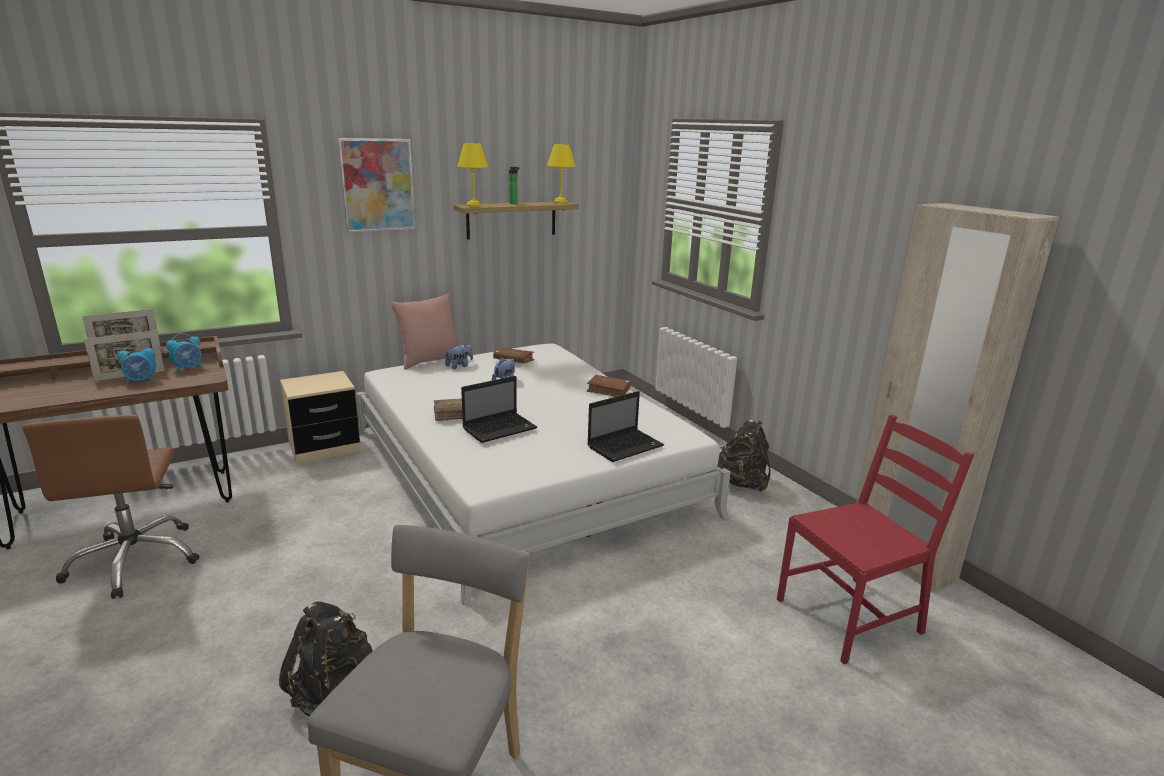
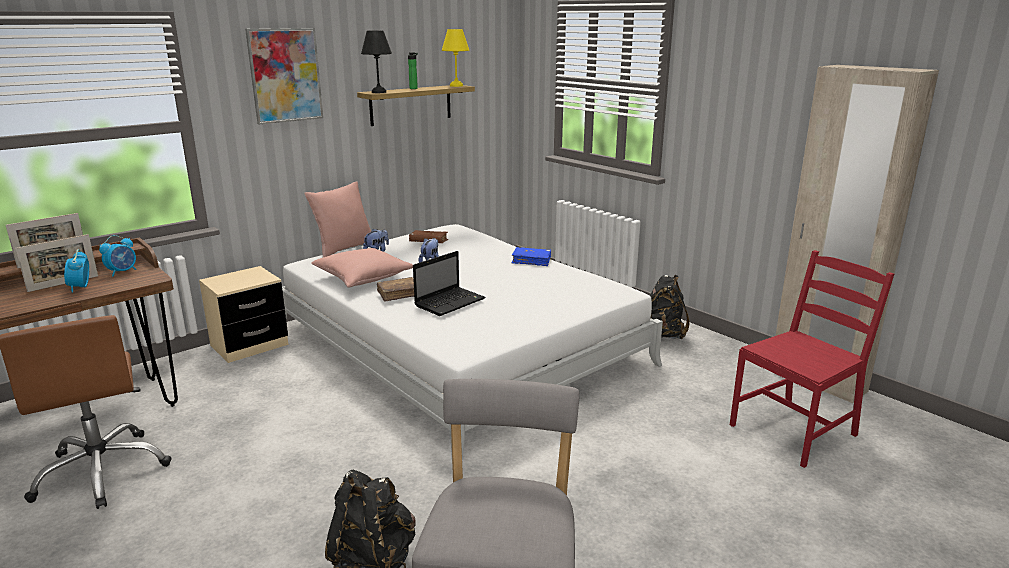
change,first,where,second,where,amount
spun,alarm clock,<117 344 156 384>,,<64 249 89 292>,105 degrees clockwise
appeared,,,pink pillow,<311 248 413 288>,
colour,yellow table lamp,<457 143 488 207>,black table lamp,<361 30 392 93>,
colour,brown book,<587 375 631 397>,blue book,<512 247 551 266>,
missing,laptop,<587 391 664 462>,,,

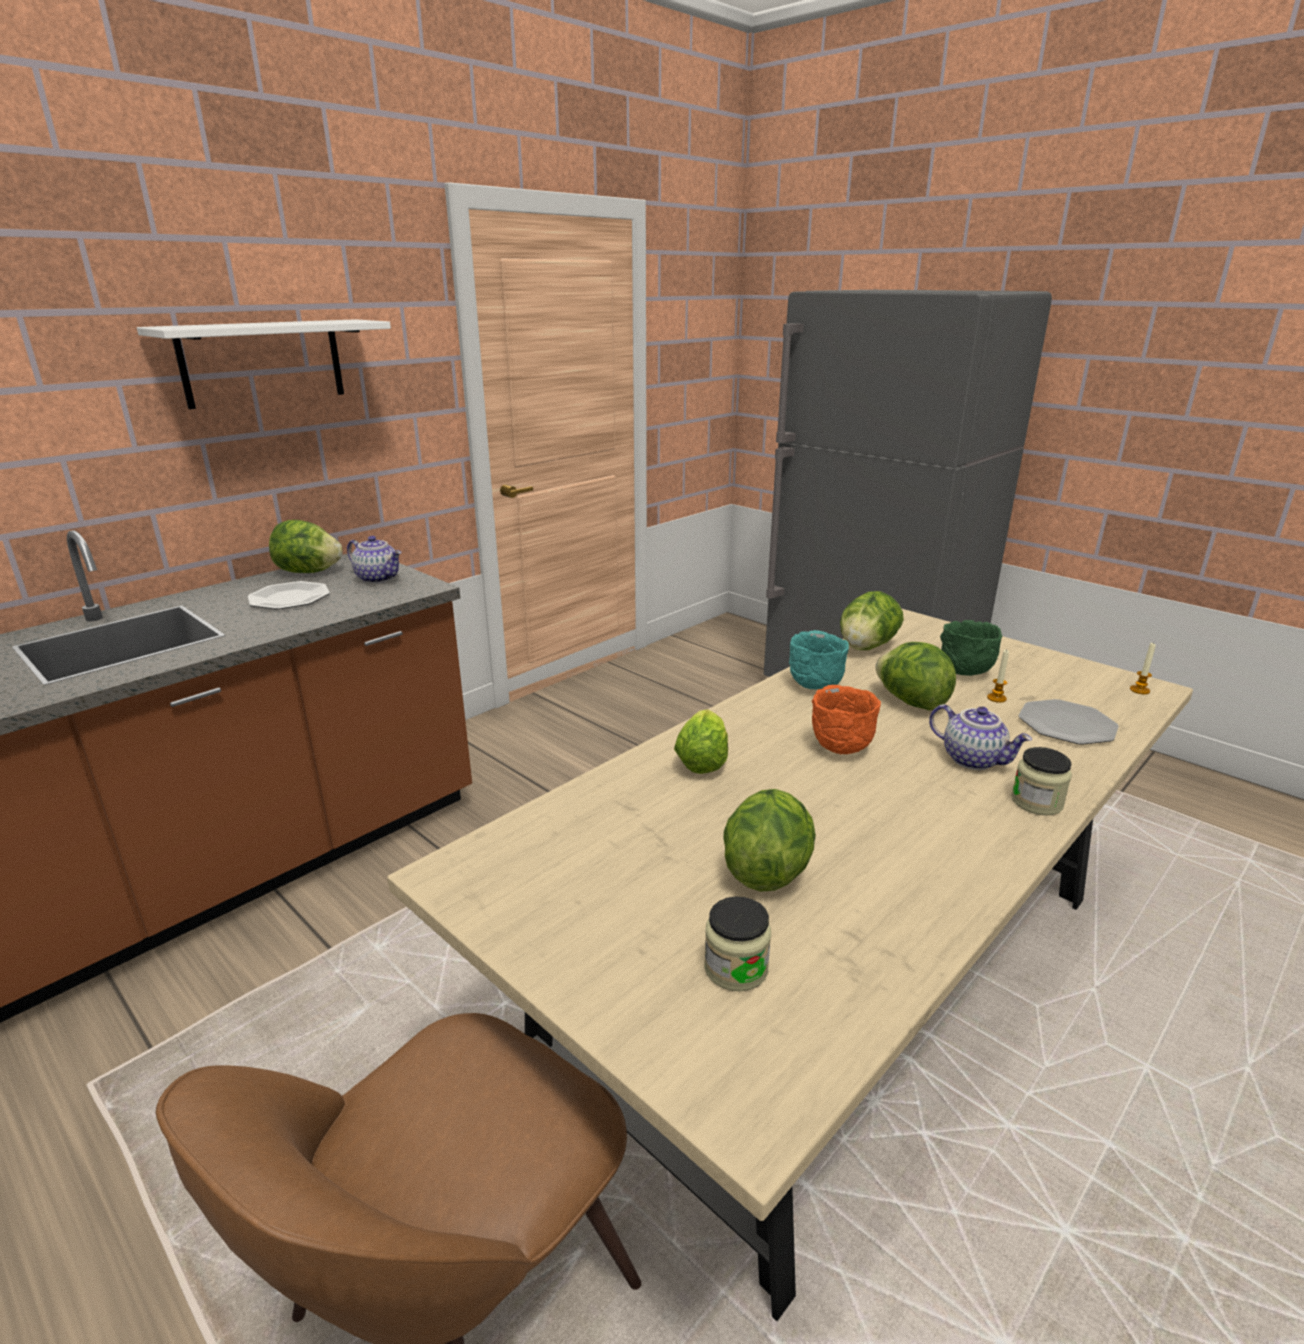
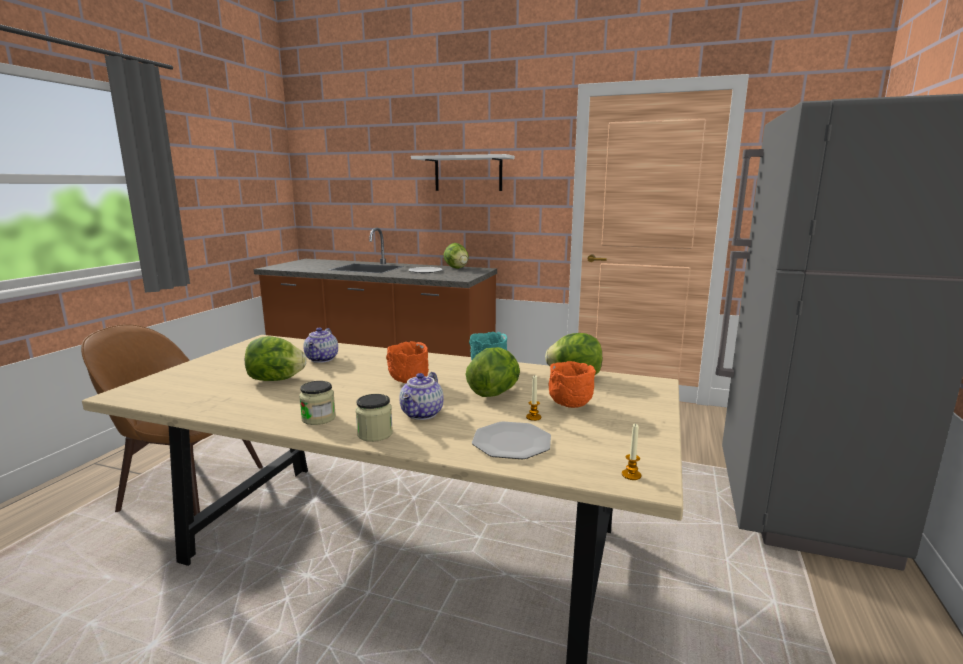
change,first,where,second,where,amount
relocated,jar,<704 896 771 992>,,<299 381 336 425>,
relocated,teapot,<347 536 402 584>,,<304 327 338 363>,
colour,green bowl,<940 620 1002 676>,orange bowl,<548 361 596 408>,
missing,lettuce,<674 709 728 774>,,,

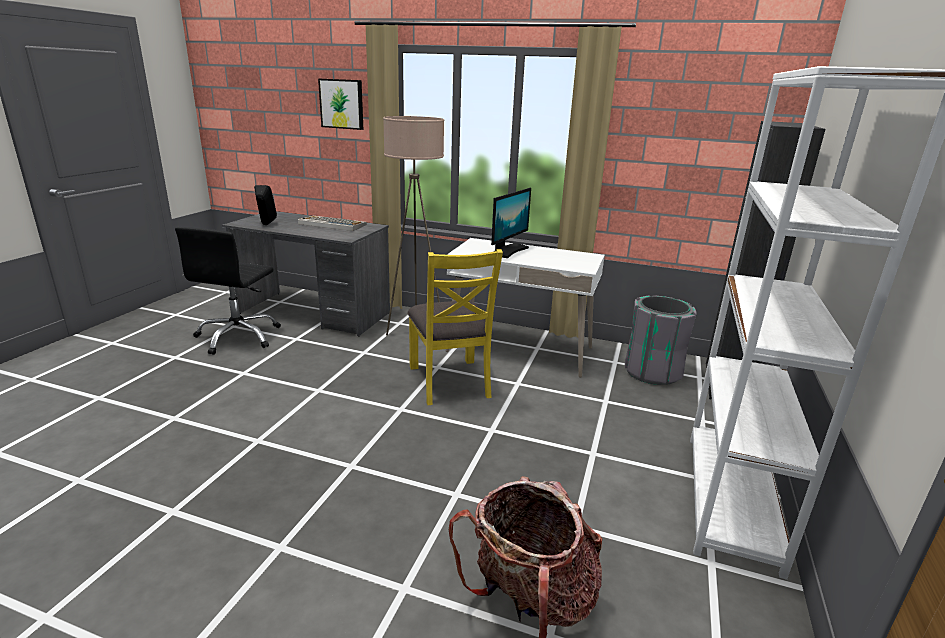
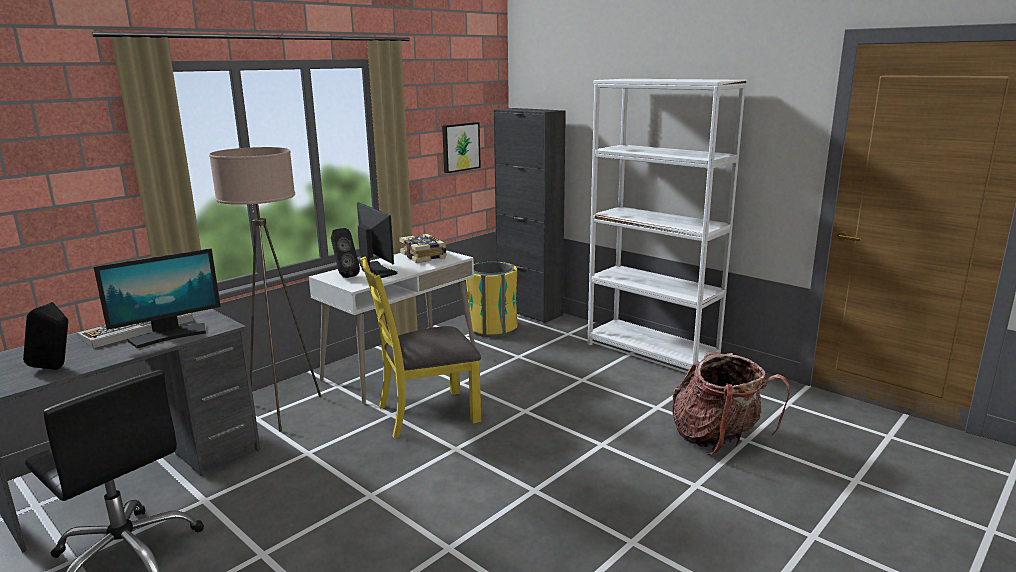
change,first,where,second,where,amount
appeared,,,monitor,<94 248 221 348>,
appeared,,,black speaker,<331 228 360 278>,
spun,yellow chair,<408 249 503 405>,,<360 257 481 438>,150 degrees clockwise
appeared,,,book,<399 234 447 263>,
relocated,picture,<318 79 363 130>,,<442 122 481 173>,
colour,grey trash can,<625 295 696 385>,yellow trash can,<466 262 518 337>,

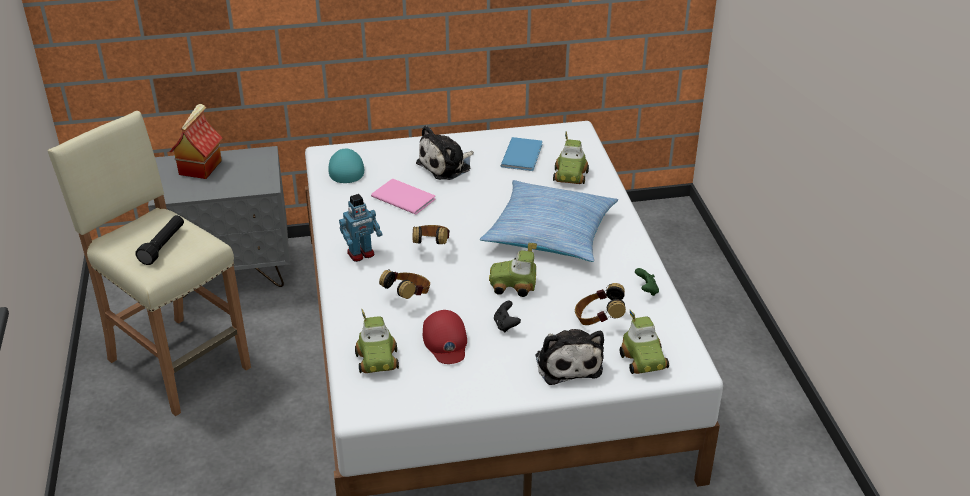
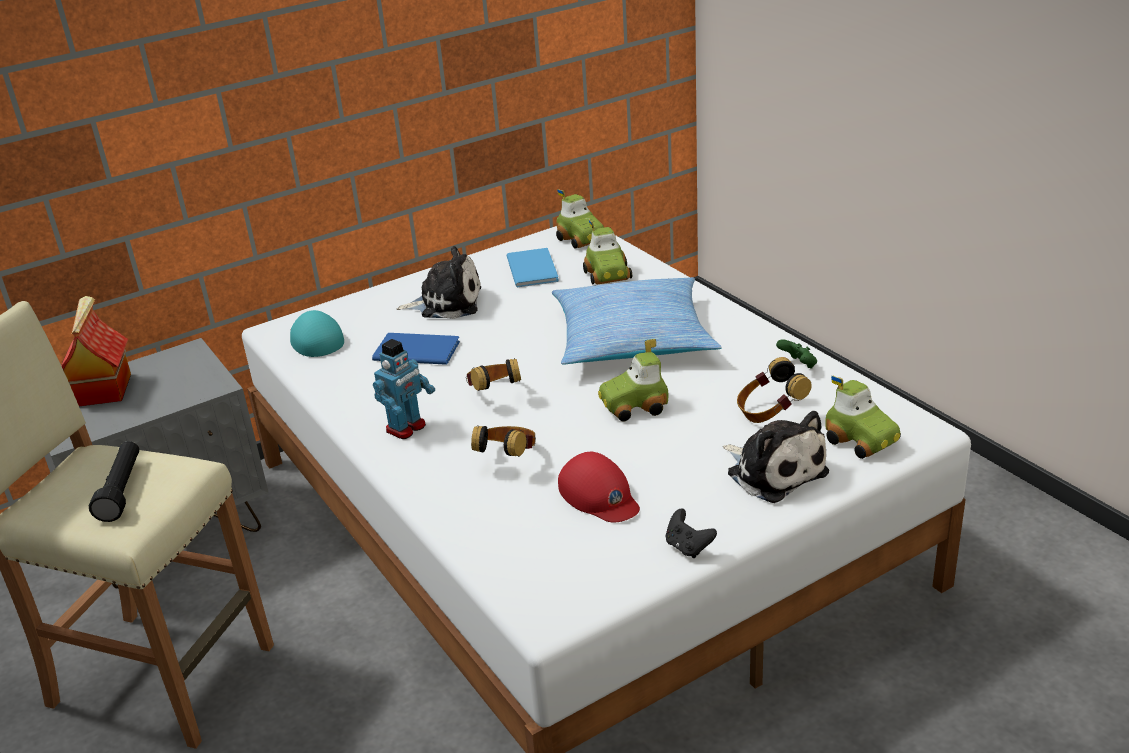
change,first,where,second,where,amount
colour,pink book,<371 179 435 215>,blue book,<372 333 460 365>,
spun,plush toy,<416 126 474 180>,,<396 246 481 319>,120 degrees counterclockwise
relocated,toy car,<355 309 399 373>,,<556 189 604 249>,
relocated,black game controller,<494 301 521 333>,,<666 509 717 558>,

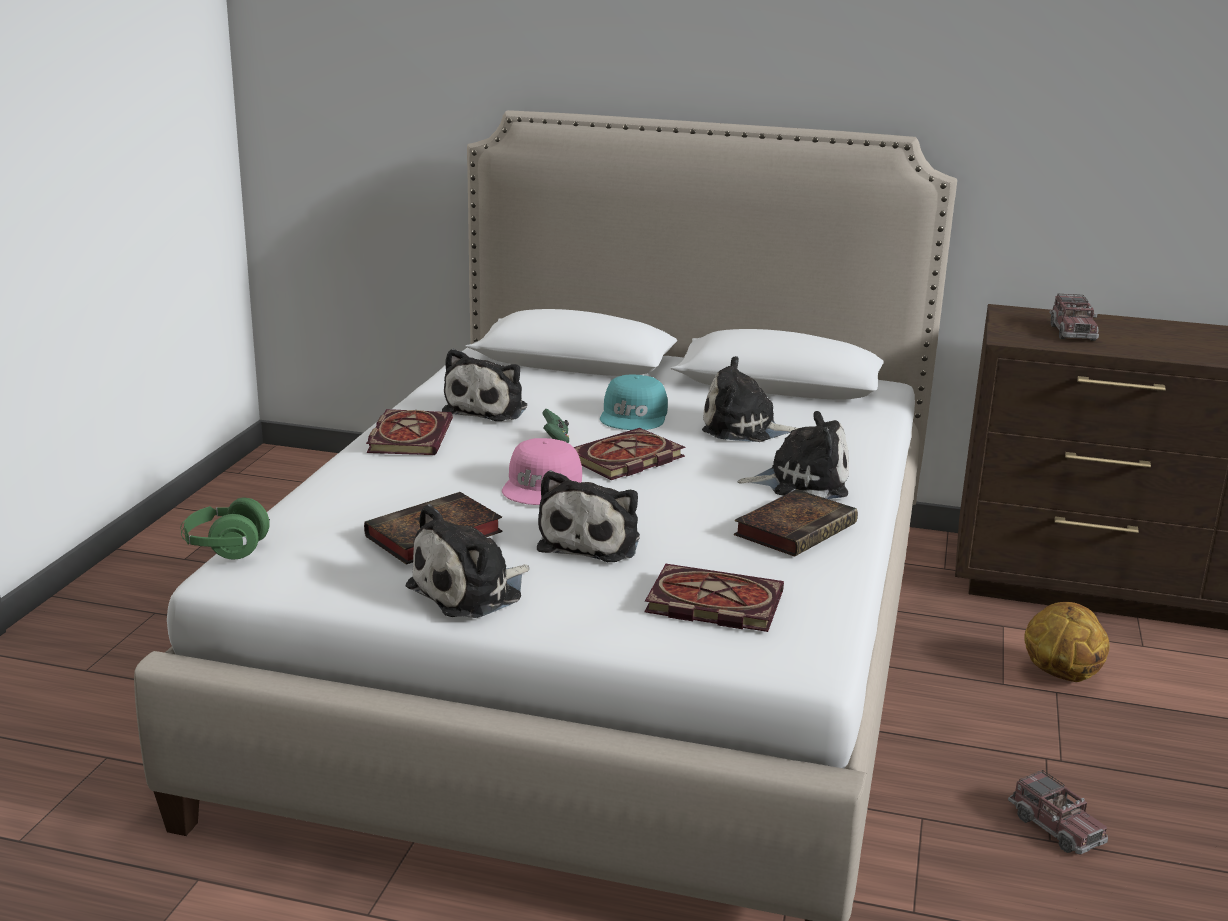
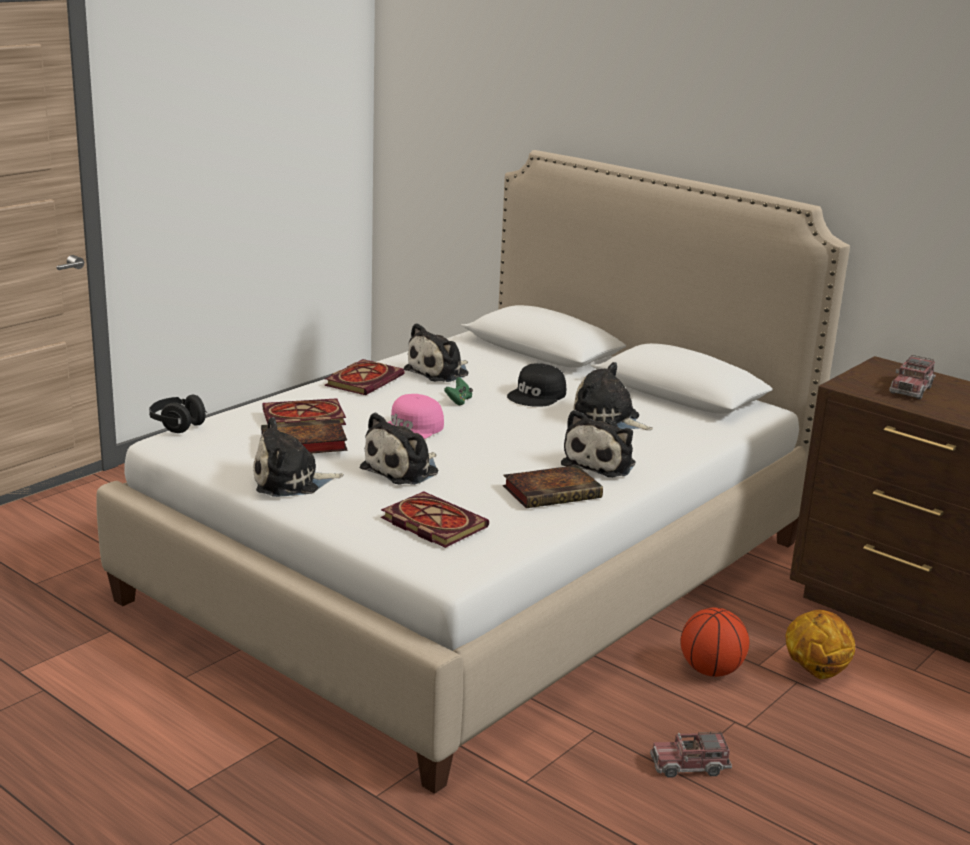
change,first,where,second,where,amount
colour,green headphones,<180 498 270 559>,black headphones,<149 394 207 433>,
relocated,book,<574 428 685 480>,,<263 398 346 425>,
colour,turquoise cap,<600 375 668 430>,black cap,<507 363 566 407>,
spun,plush toy,<737 411 849 499>,,<561 410 635 477>,90 degrees clockwise
spun,toy truck,<1008 770 1108 855>,,<650 732 732 778>,90 degrees clockwise
appeared,,,basketball,<680 608 749 677>,

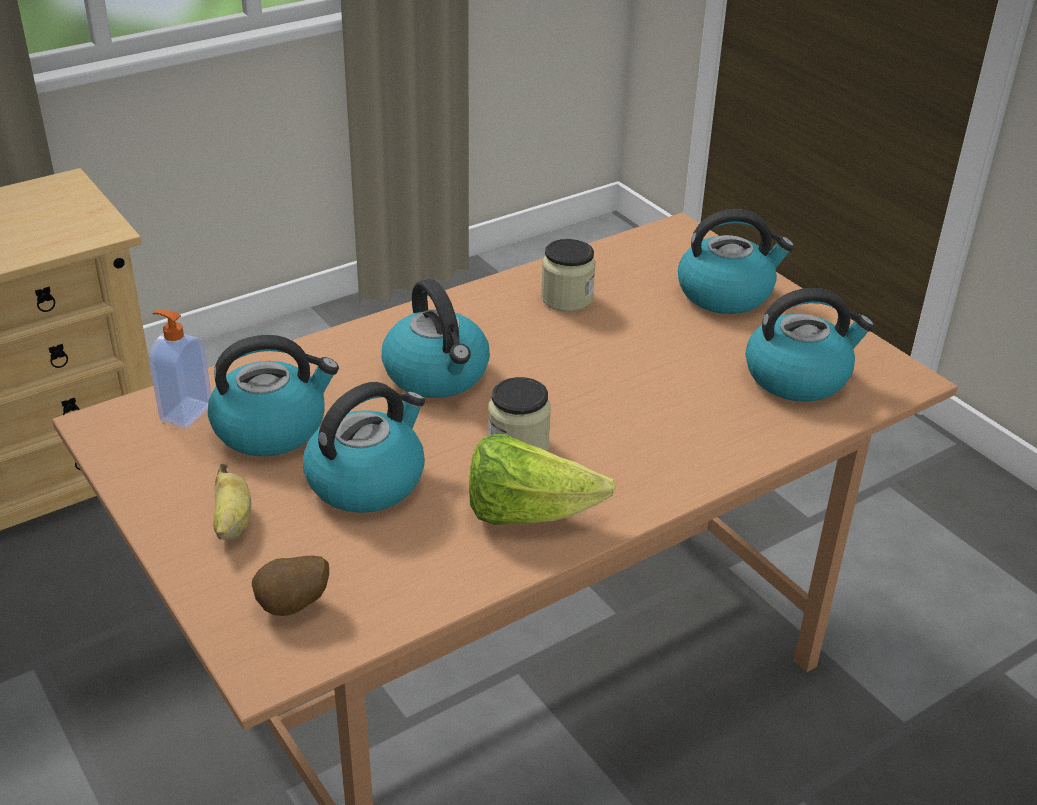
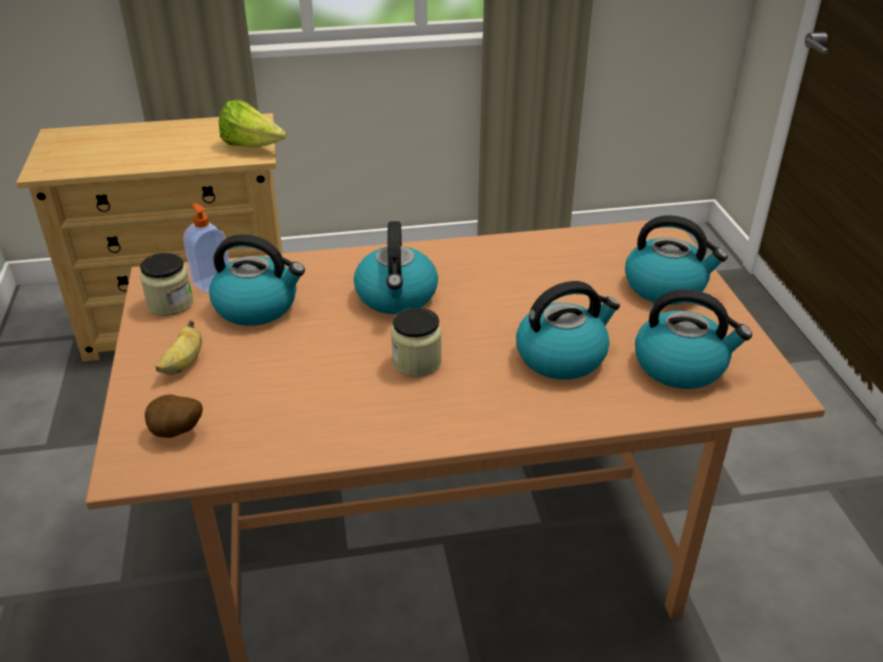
change,first,where,second,where,amount
relocated,jar,<541 239 596 312>,,<140 253 193 316>,
relocated,lettuce,<469 434 616 525>,,<219 100 287 147>,
relocated,kettle,<303 382 425 513>,,<516 281 620 380>,

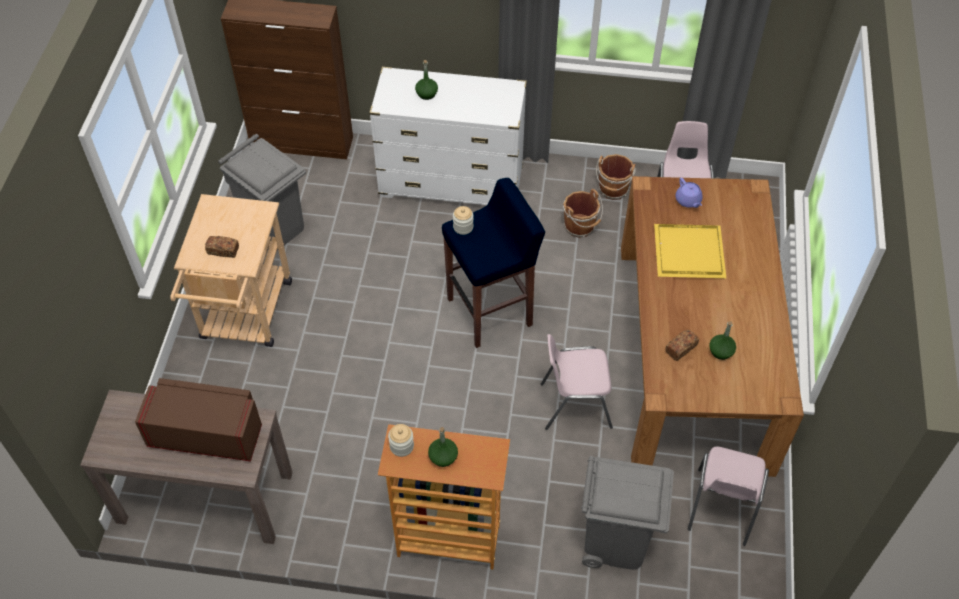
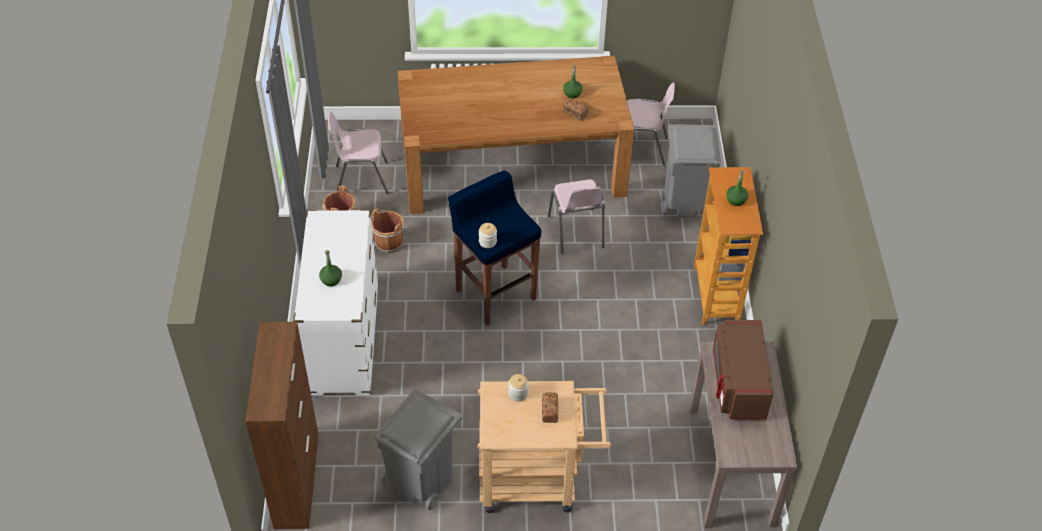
change,first,where,second,where,amount
relocated,jar,<388 424 414 457>,,<508 374 529 402>,
missing,yellow tray,<654 224 726 278>,,,
missing,purple teapot,<676 178 703 208>,,,

